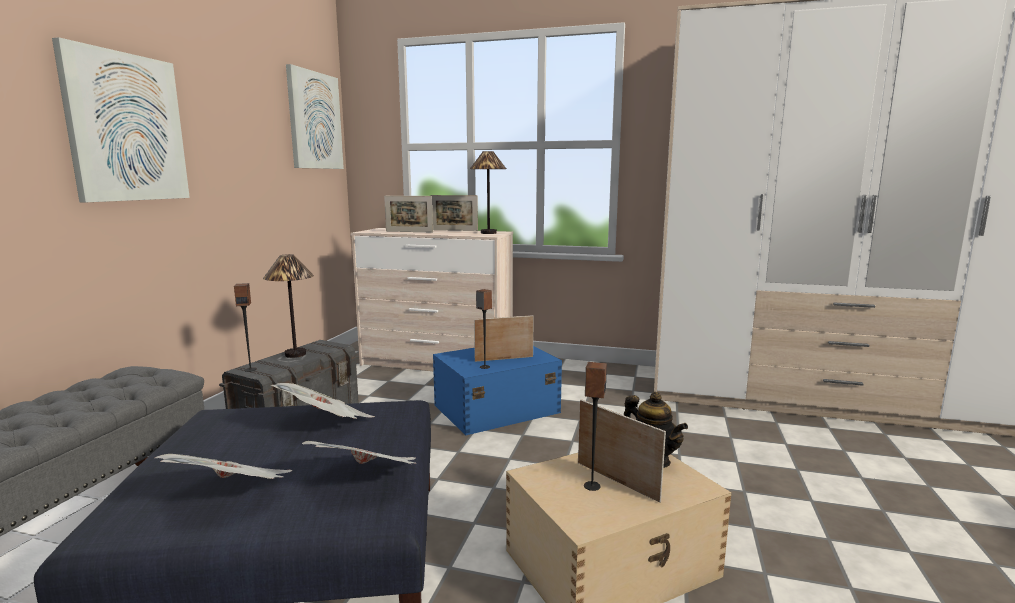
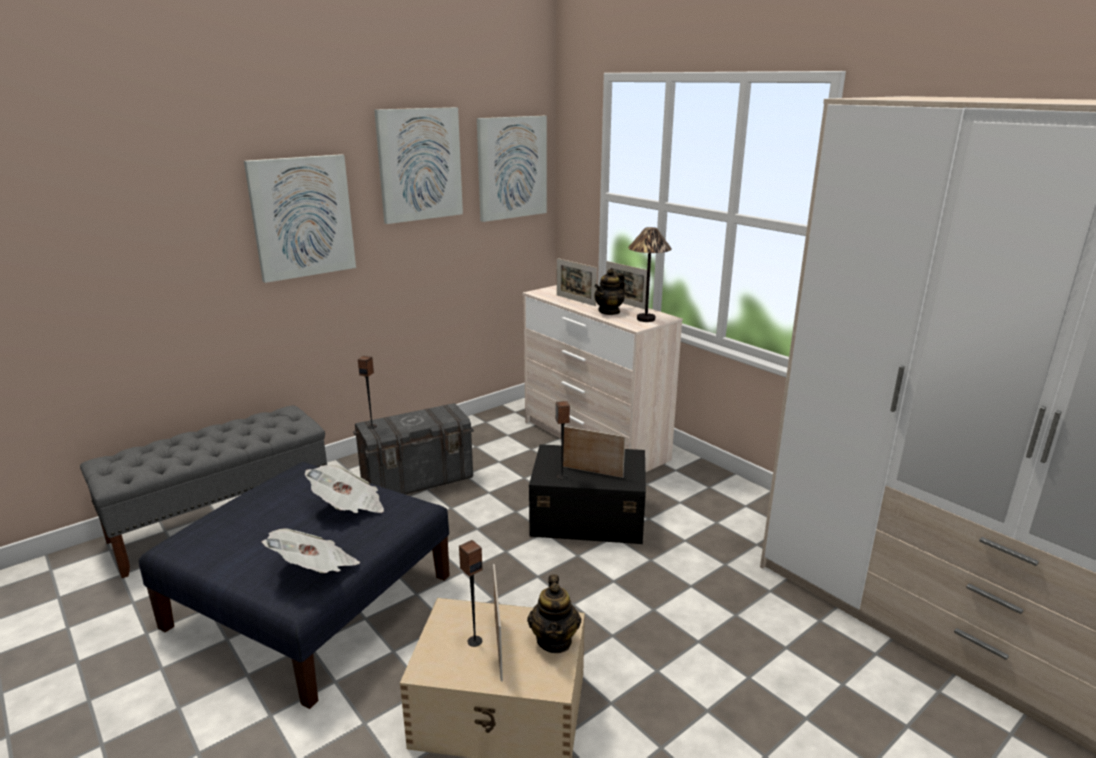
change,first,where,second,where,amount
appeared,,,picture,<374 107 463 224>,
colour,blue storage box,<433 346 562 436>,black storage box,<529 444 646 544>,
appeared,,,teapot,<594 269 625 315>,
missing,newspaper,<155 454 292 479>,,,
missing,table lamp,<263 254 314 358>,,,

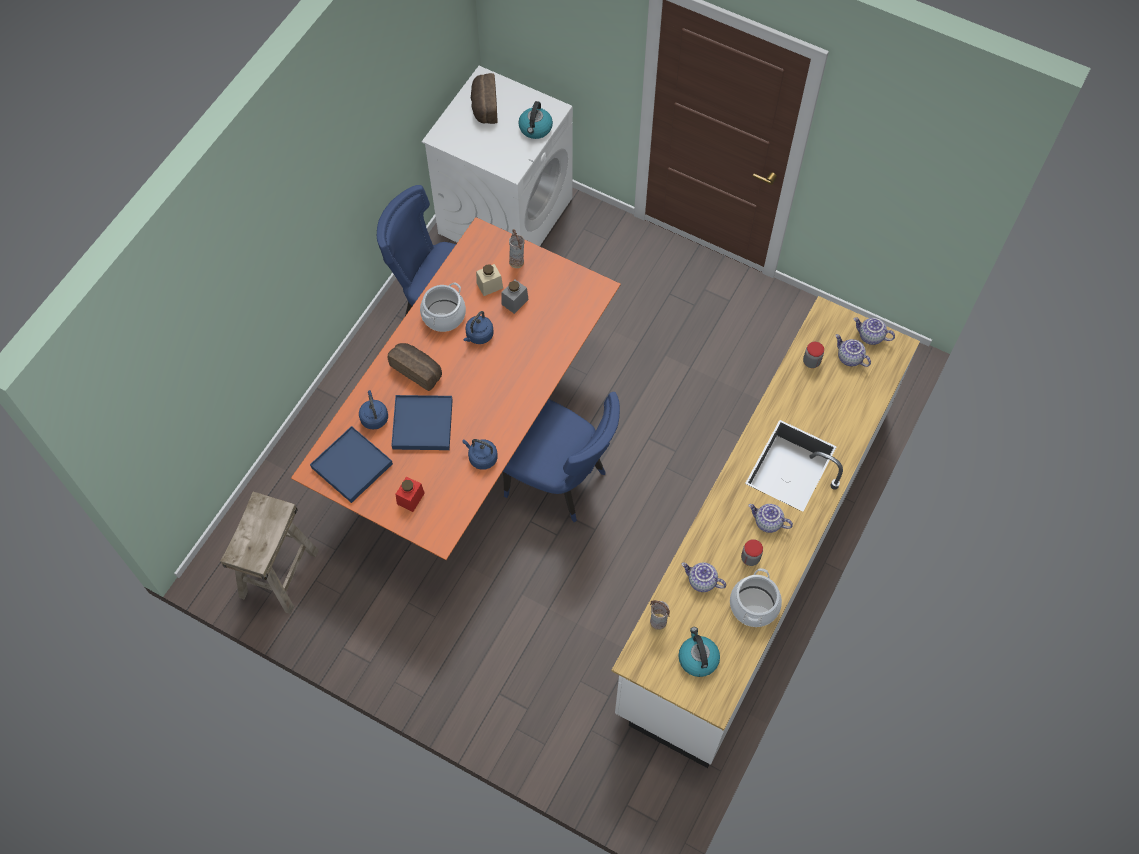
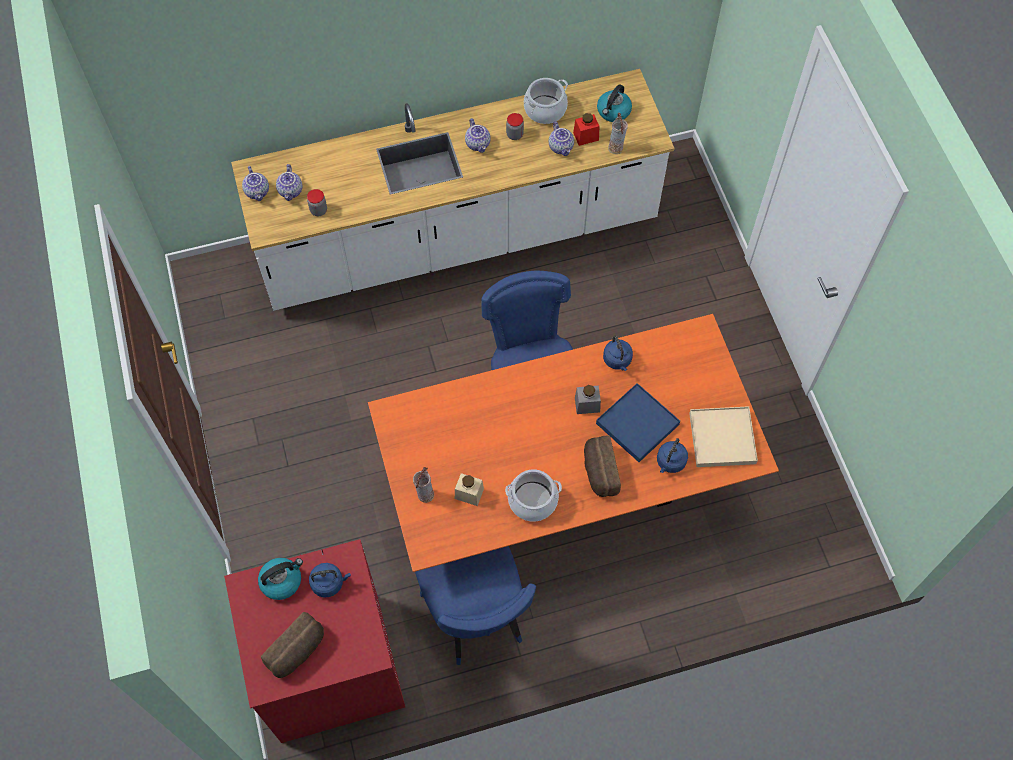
change,first,where,second,where,amount
colour,white washing machine,<422 66 573 246>,red washing machine,<224 539 405 743>,
relocated,blue kettle,<463 311 494 344>,,<309 563 351 597>,
relocated,red jar,<395 476 424 512>,,<573 113 599 146>,
relocated,grey jar,<501 279 529 314>,,<575 385 601 414>,
colour,blue tray,<310 426 393 503>,beige tray,<689 406 758 467>,
missing,beige stool,<220 492 319 614>,,,

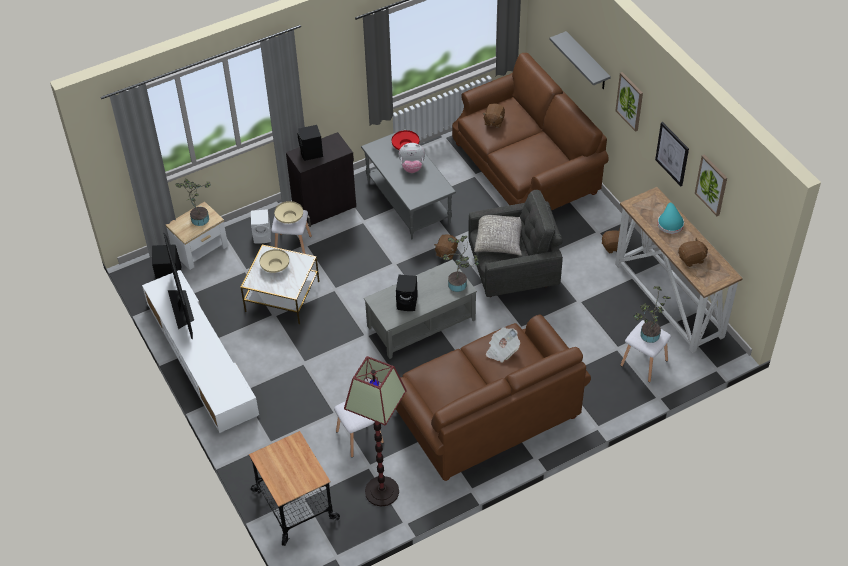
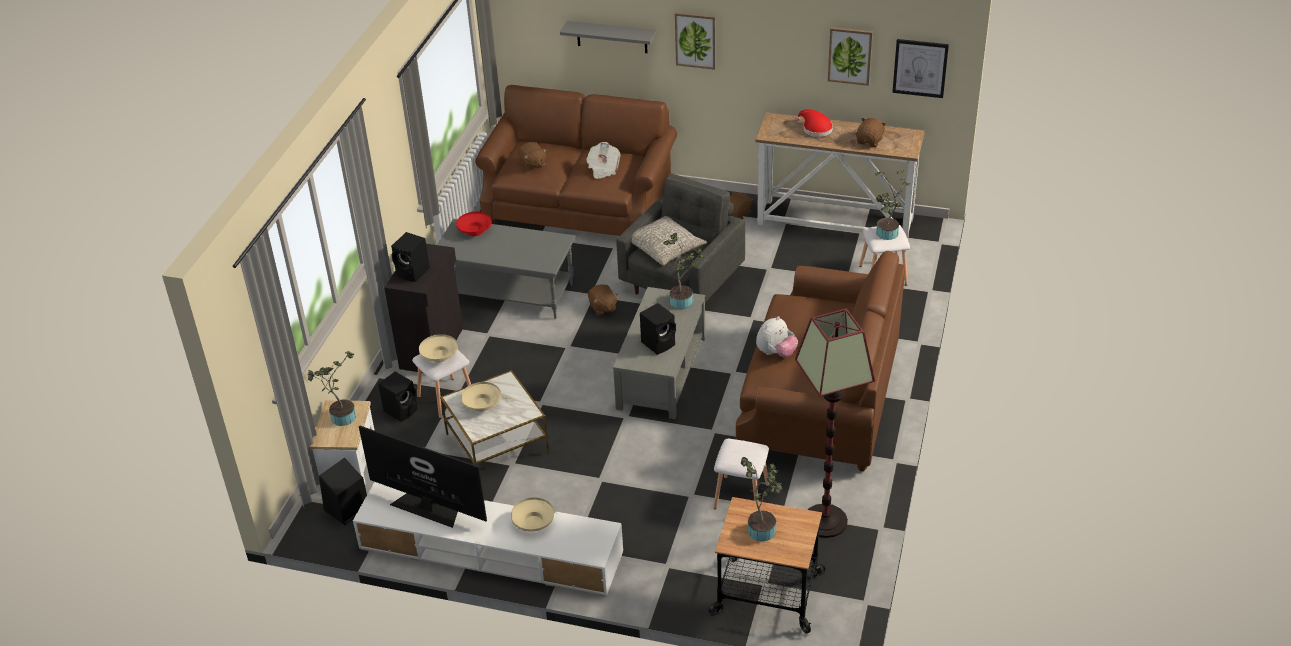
change,first,where,second,where,amount
colour,white speaker,<251 209 271 243>,black speaker,<378 372 418 422>,
appeared,,,beige bowl,<511 497 554 532>,
relocated,newspaper,<486 327 520 363>,,<586 142 621 179>,
appeared,,,potted plant,<741 457 782 541>,
relocated,plush toy,<399 143 425 173>,,<756 316 798 358>,
colour,turquoise hat,<658 203 684 234>,red hat,<796 109 833 137>,
relocated,picture,<655 122 689 186>,,<892 39 949 98>,

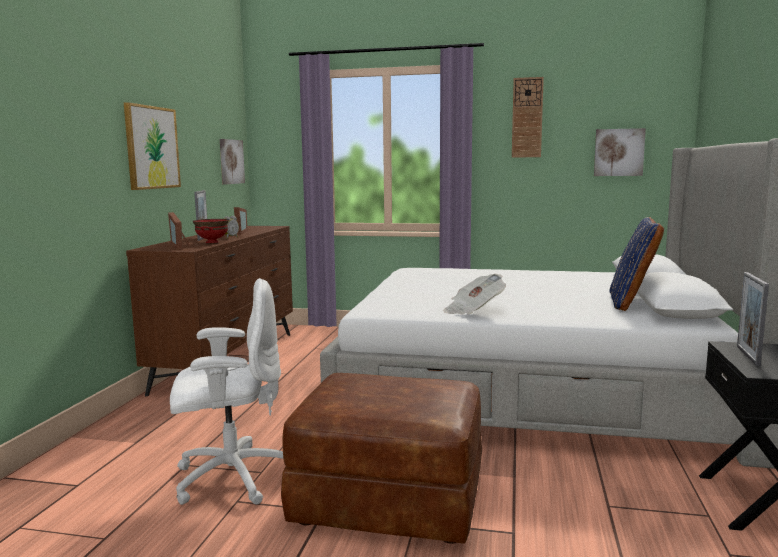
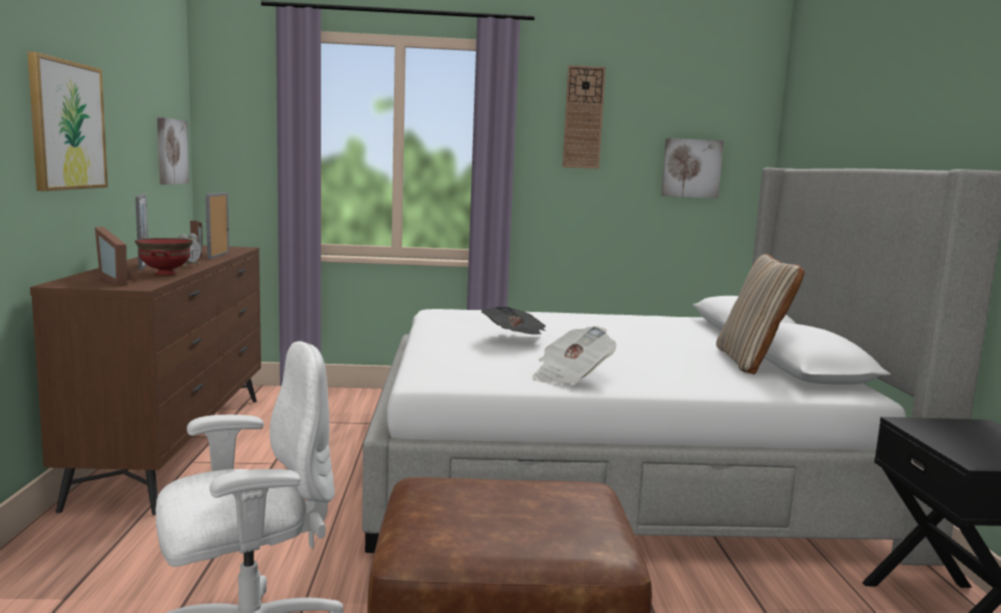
change,first,where,second,where,amount
relocated,picture frame,<737 272 769 366>,,<206 192 229 259>,
appeared,,,newspaper,<481 307 546 335>,
colour,blue pillow,<610 217 664 311>,beige pillow,<716 254 805 374>,

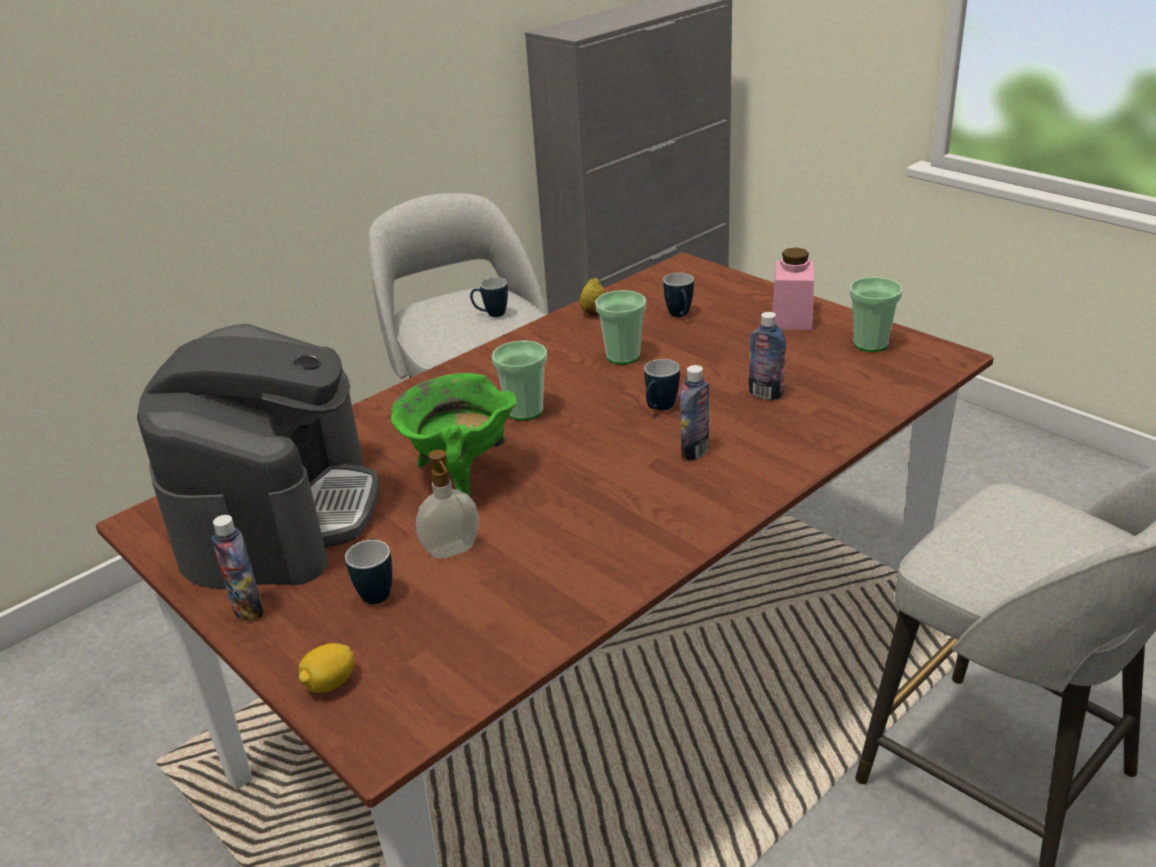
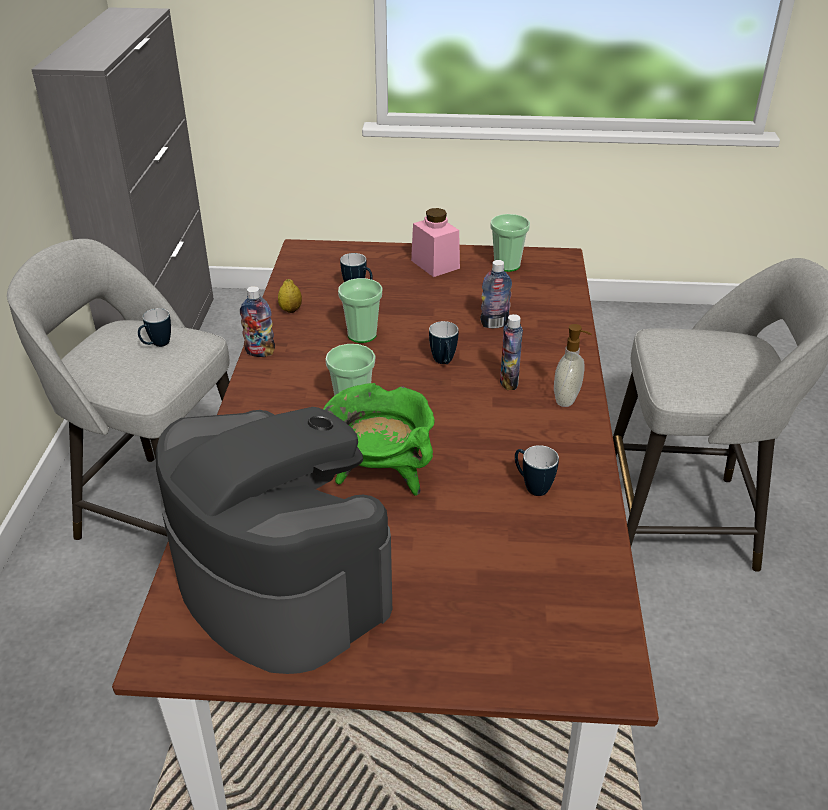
change,first,where,second,where,amount
relocated,bottle,<211 515 264 622>,,<240 286 275 357>,
relocated,mug,<345 539 392 604>,,<515 445 559 496>,
relocated,soap dispenser,<416 450 479 559>,,<554 324 592 407>,
missing,lemon,<299 643 355 693>,,,

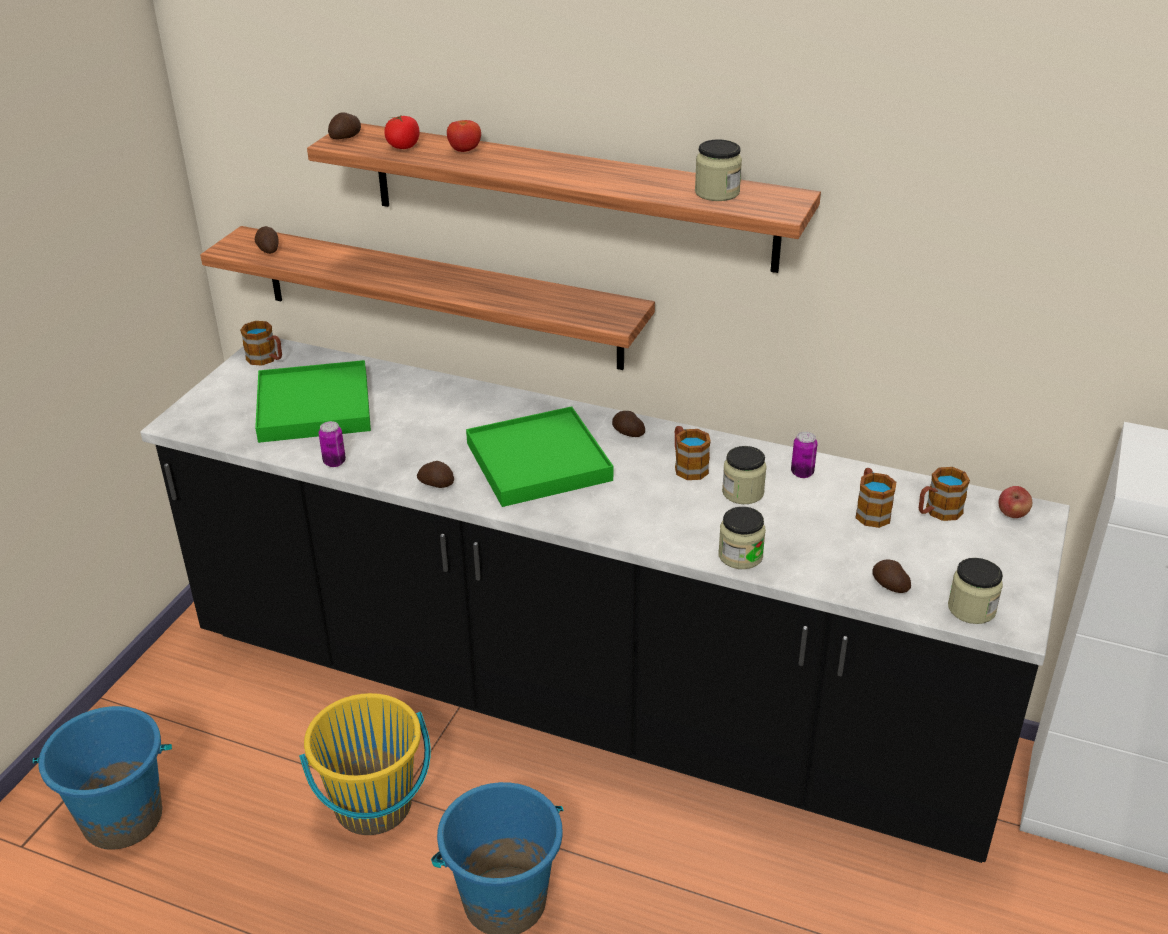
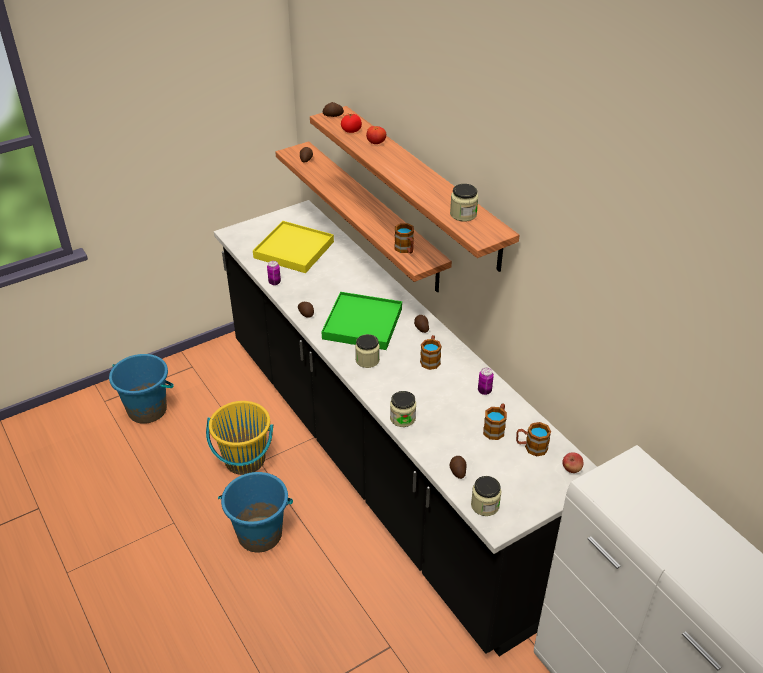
change,first,where,second,where,amount
colour,green tray,<255 360 371 443>,yellow tray,<253 221 334 273>,
relocated,jar,<722 446 767 504>,,<355 334 380 368>,
relocated,mug,<240 321 282 366>,,<394 223 414 253>,

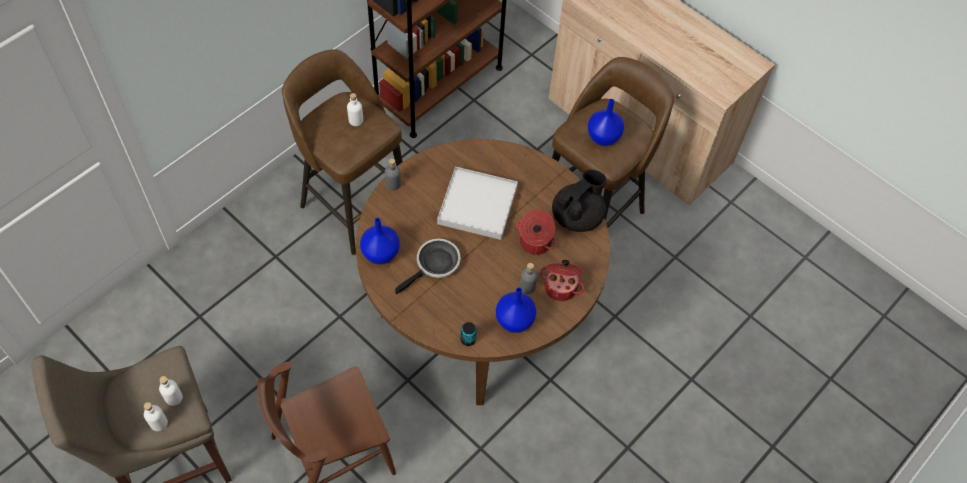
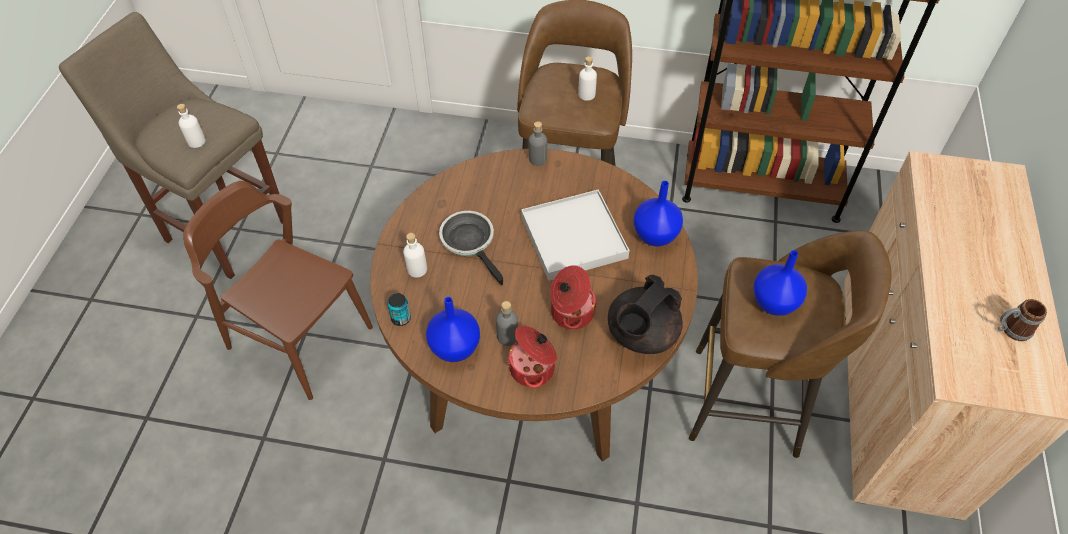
change,first,where,second,where,amount
relocated,white bottle,<144 402 168 431>,,<403 233 427 278>,
spun,frying pan,<395 239 461 294>,,<439 211 503 285>,135 degrees counterclockwise
spun,black teapot,<552 170 606 232>,,<608 275 683 354>,120 degrees clockwise
relocated,blue vase,<360 218 400 264>,,<633 181 683 246>,
appeared,,,mug,<997 299 1047 341>,

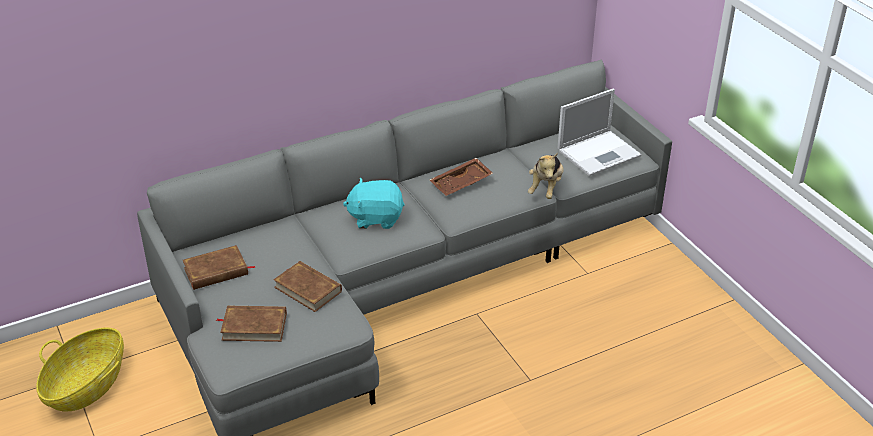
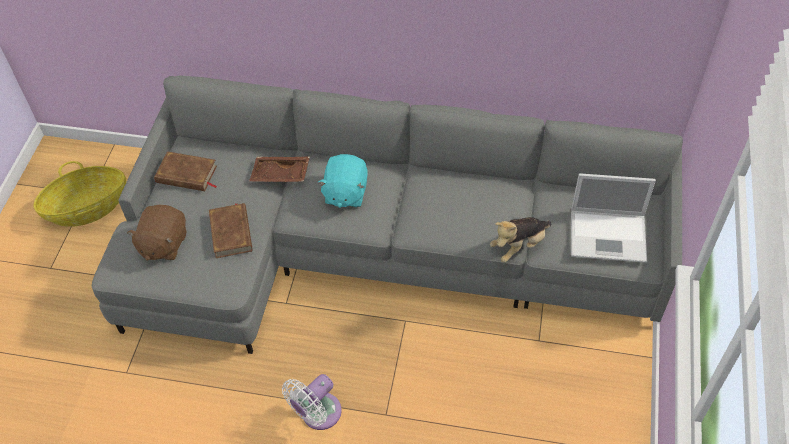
change,first,where,second,where,amount
exchanged,brown book,<216 306 287 342>,brown plush toy,<127 204 186 261>,
relocated,brown tray,<430 158 493 196>,,<249 156 310 182>,
appeared,,,white fan,<282 374 342 430>,
spun,turquoise plush toy,<343 178 405 229>,,<317 154 368 208>,120 degrees counterclockwise

